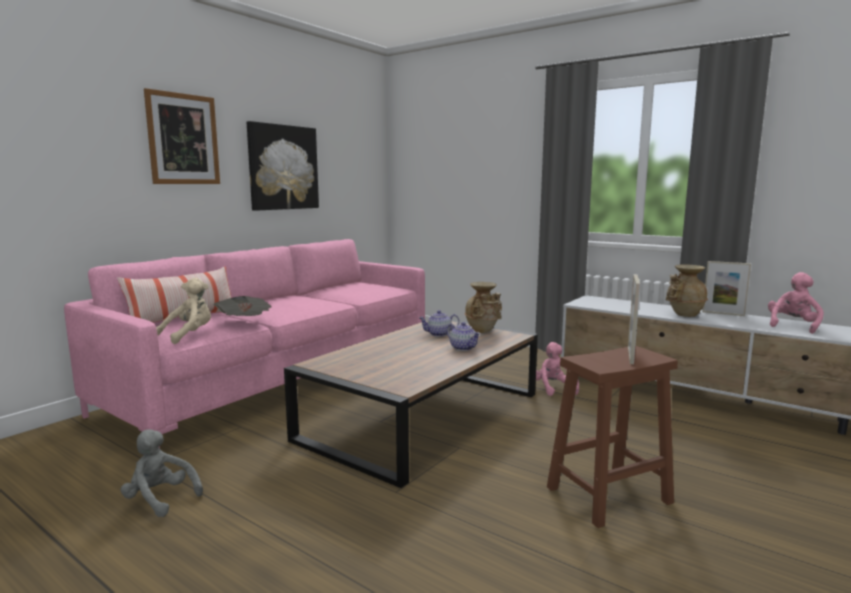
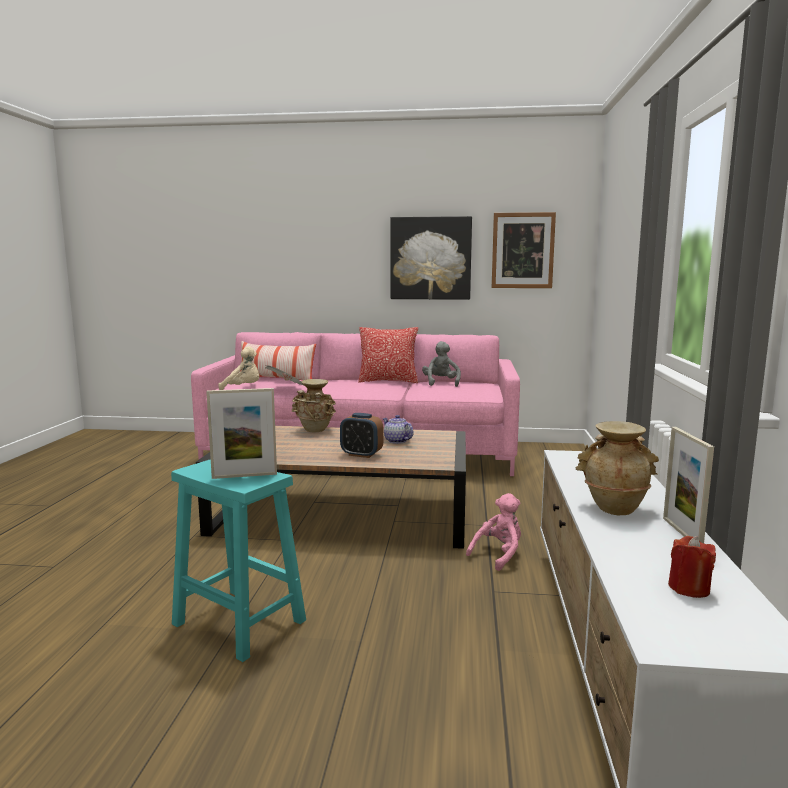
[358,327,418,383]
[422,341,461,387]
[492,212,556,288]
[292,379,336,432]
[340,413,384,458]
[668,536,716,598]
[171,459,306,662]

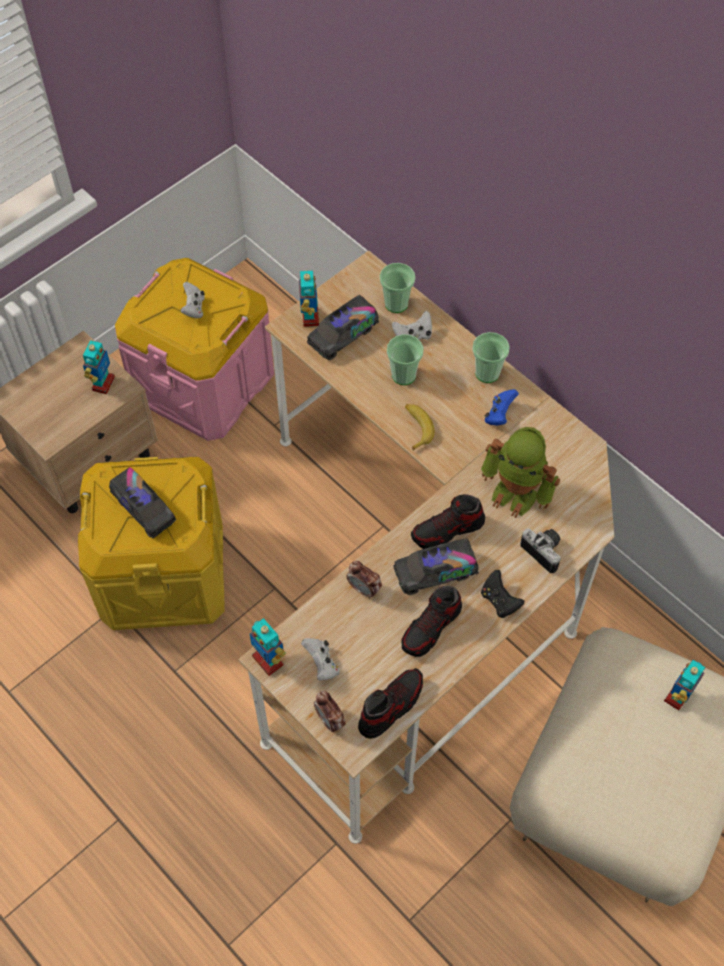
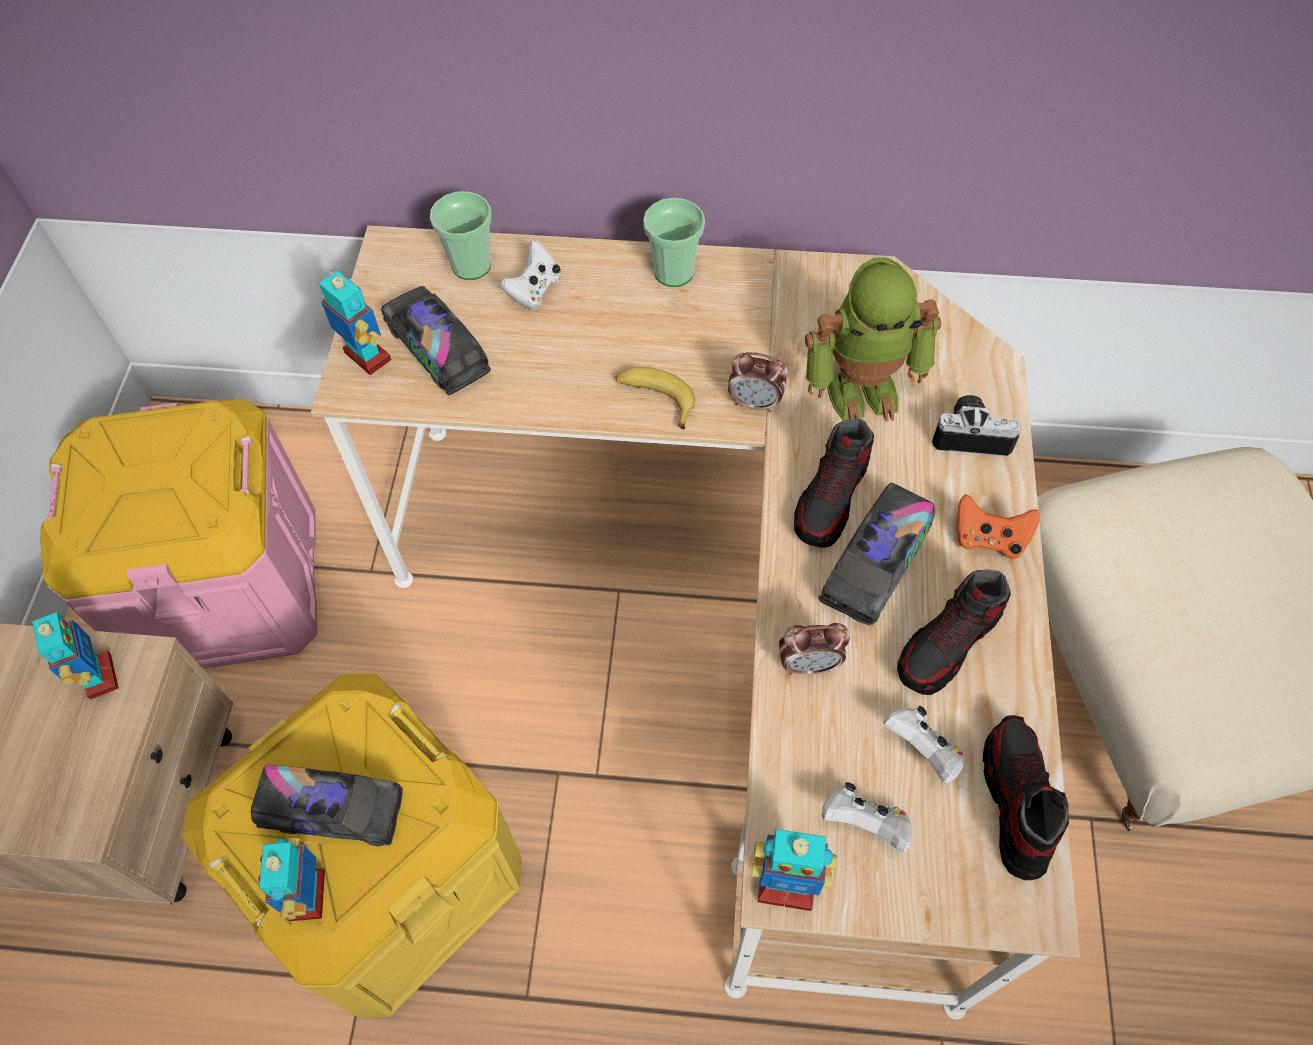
[387,334,424,385] (first image)
[485,389,519,426] (first image)
[883,706,965,784]
[728,352,788,413]
[258,838,325,921]
[956,494,1040,559]
[381,286,491,395]
[897,570,1011,695]

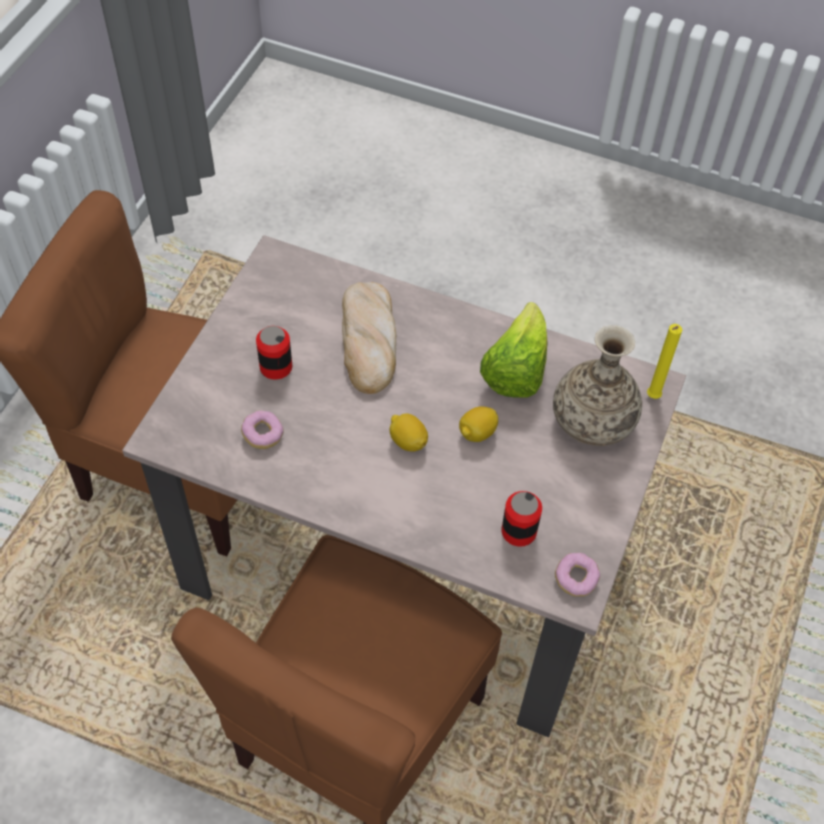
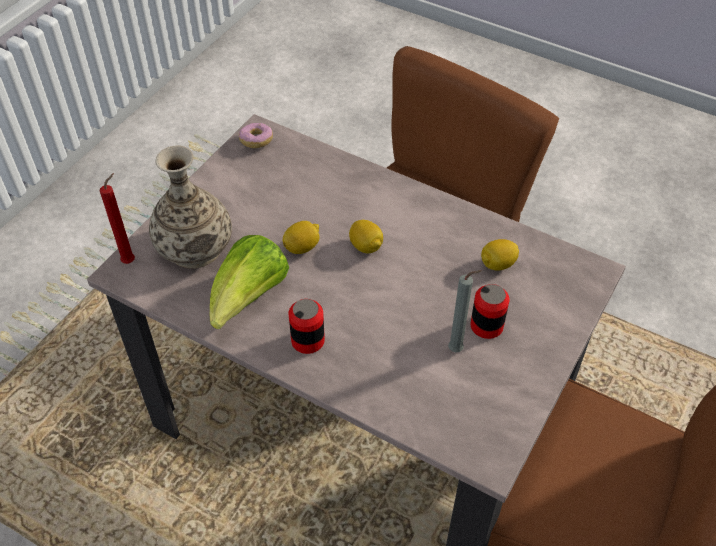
[342,282,396,394] (first image)
[448,270,482,352]
[289,299,325,354]
[481,239,519,271]
[100,173,135,264]

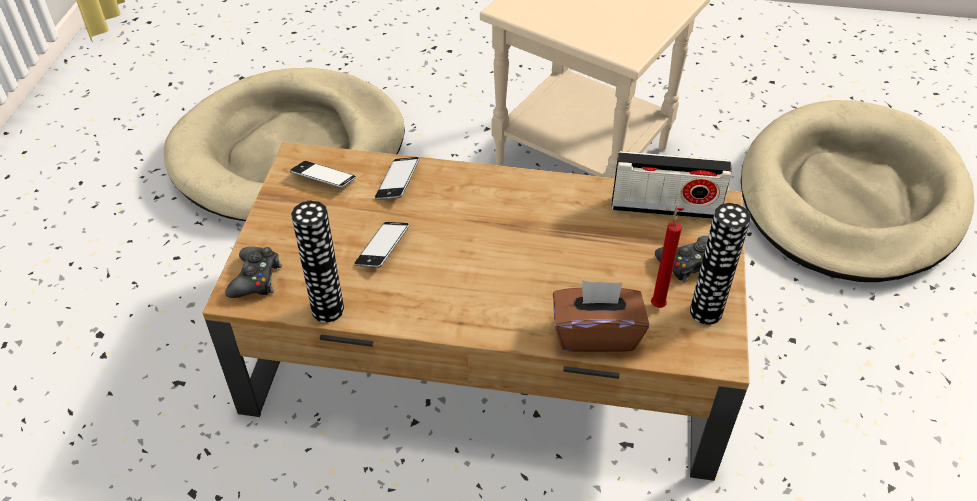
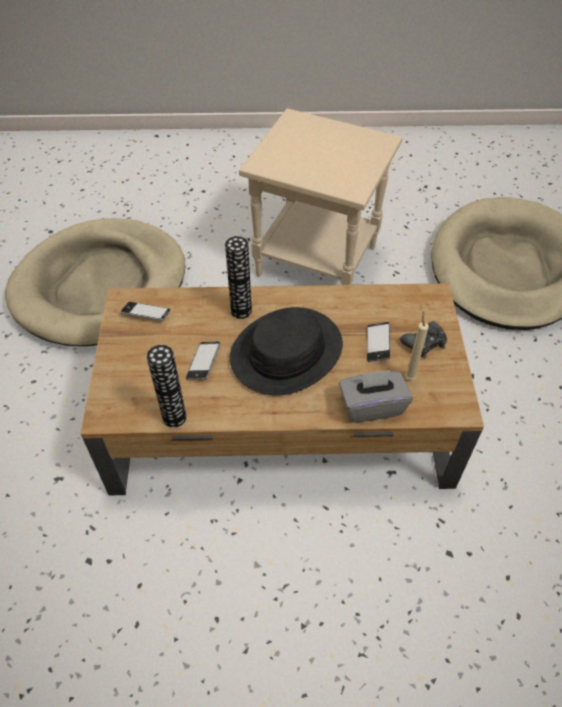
[225,247,282,298] (first image)
[612,151,732,219] (first image)
[230,307,343,395]
[367,322,391,362]
[225,236,252,319]
[339,370,413,423]
[405,311,429,380]

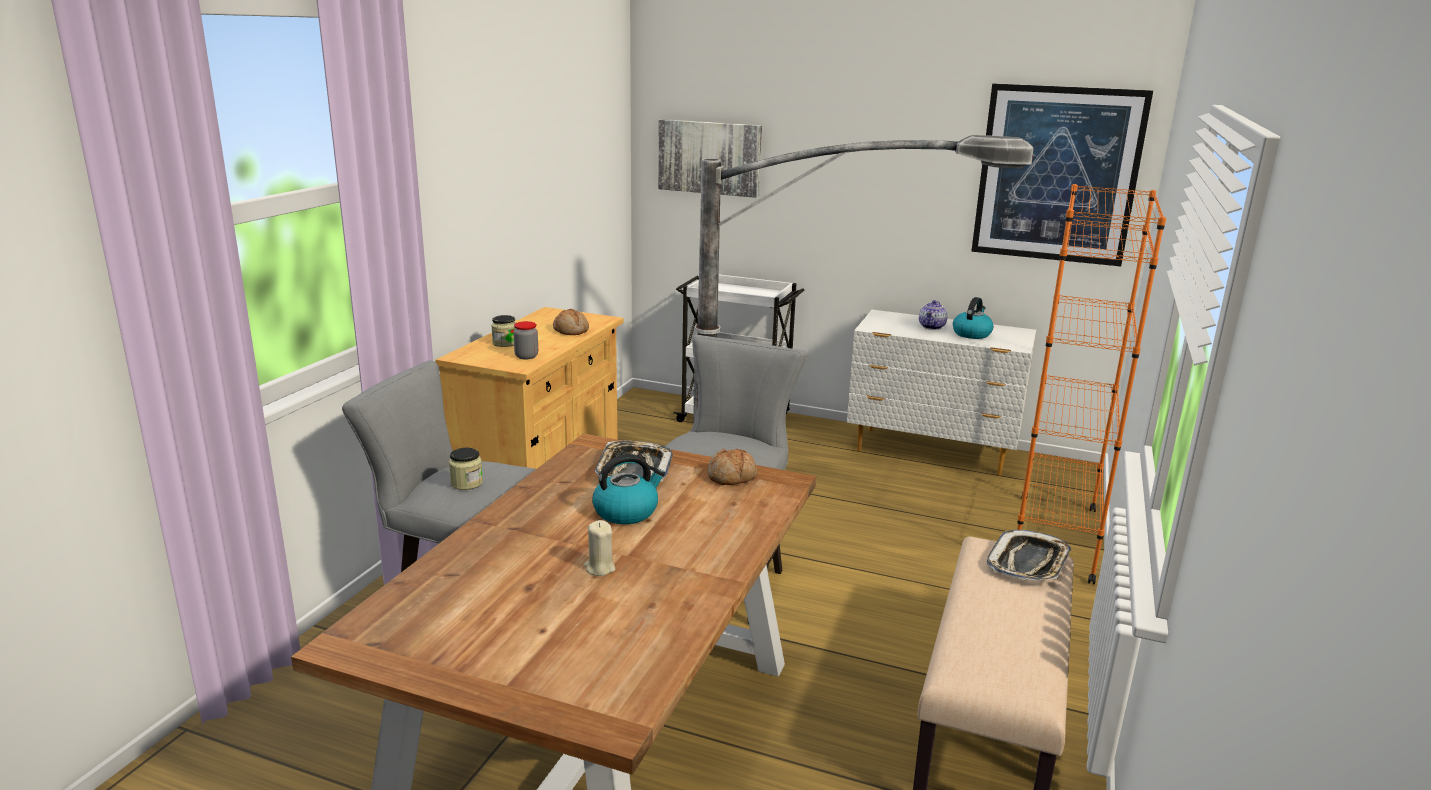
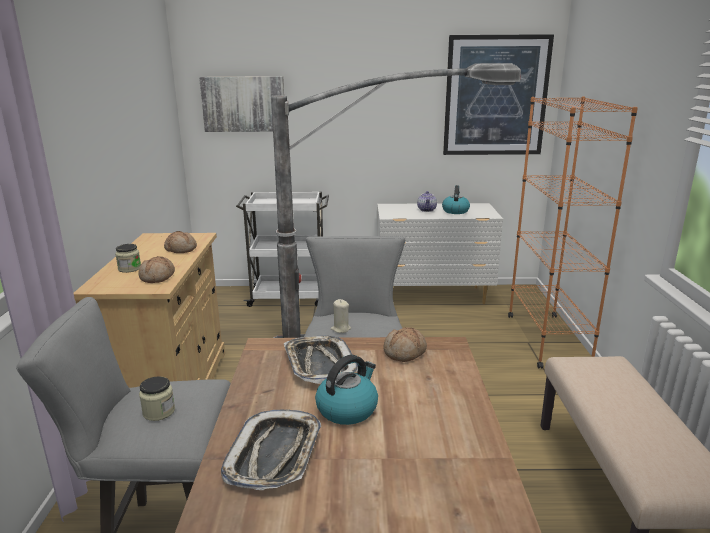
[331,299,351,333]
[221,409,321,490]
[138,256,175,283]

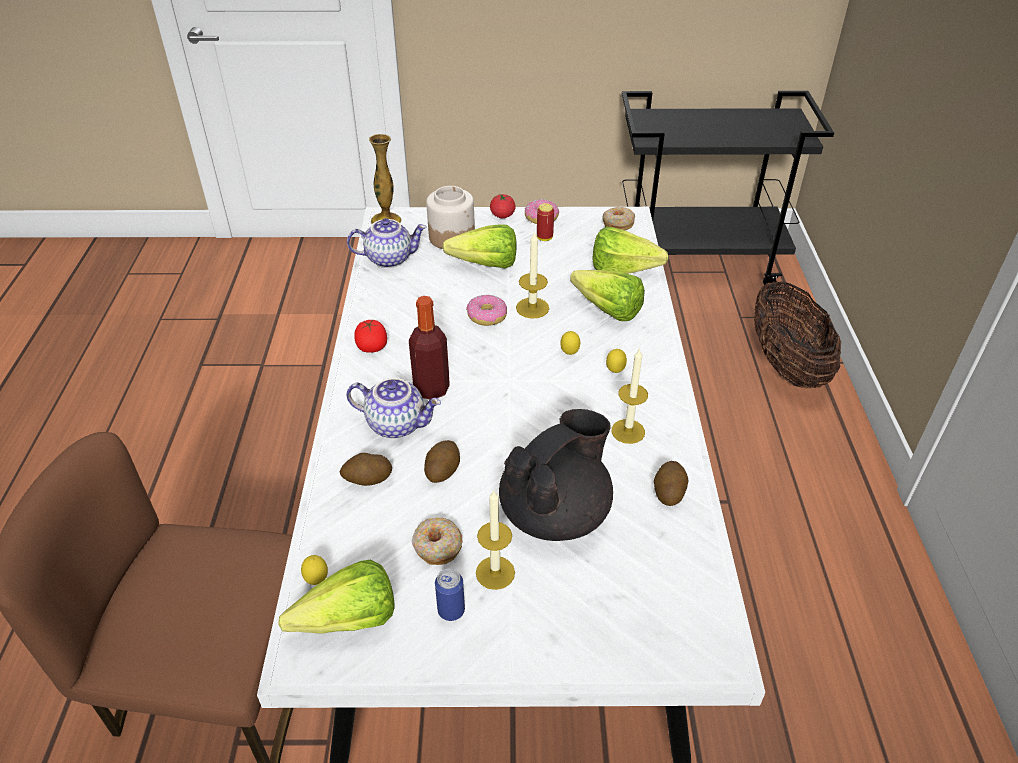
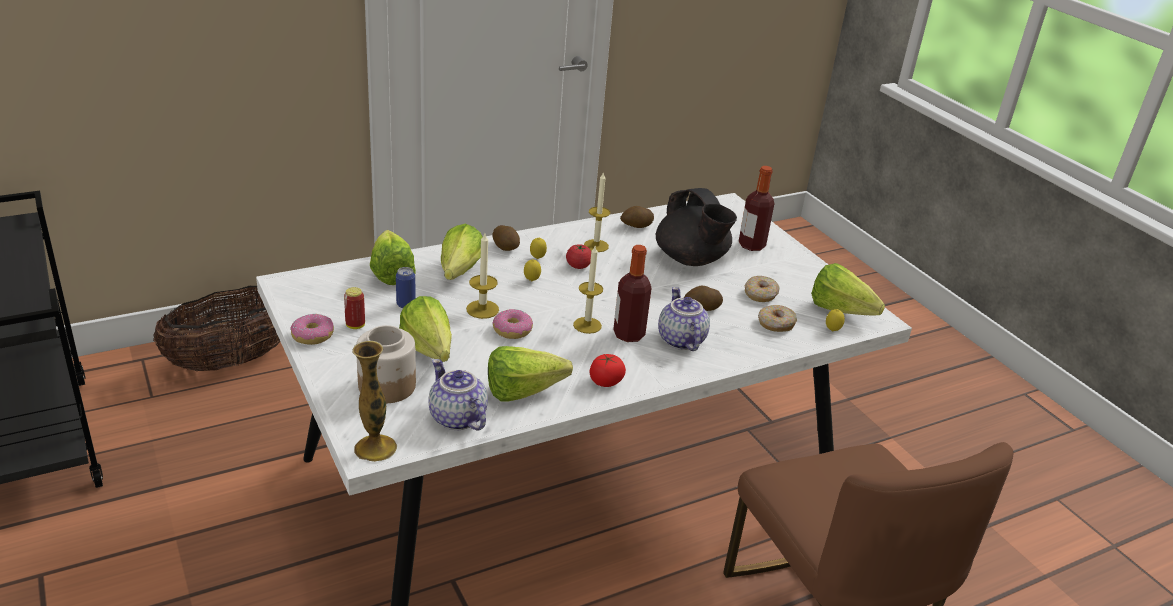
[488,346,573,402]
[739,166,774,251]
[492,225,520,251]
[396,267,416,308]
[573,246,603,334]
[566,244,591,269]
[758,305,797,332]
[656,188,737,266]

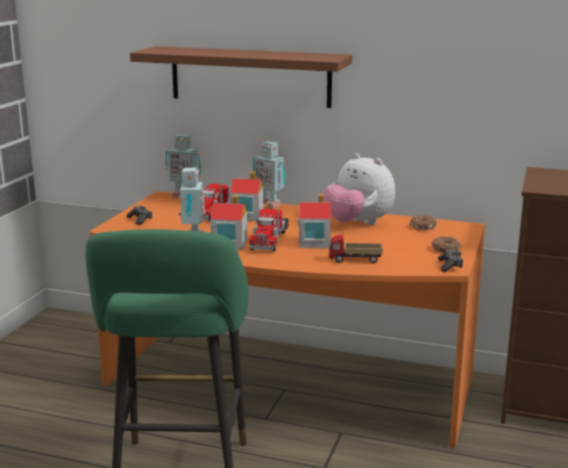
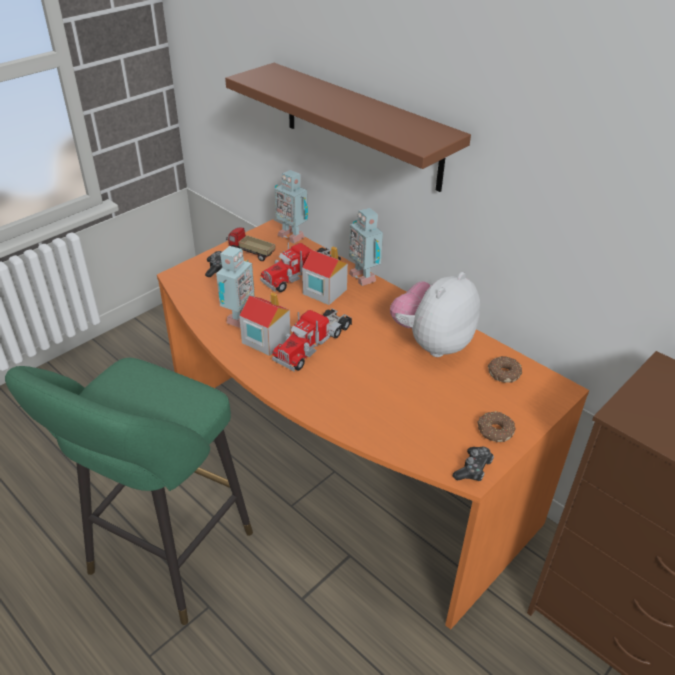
[298,194,331,249] (first image)
[226,228,275,261]
[390,272,480,357]

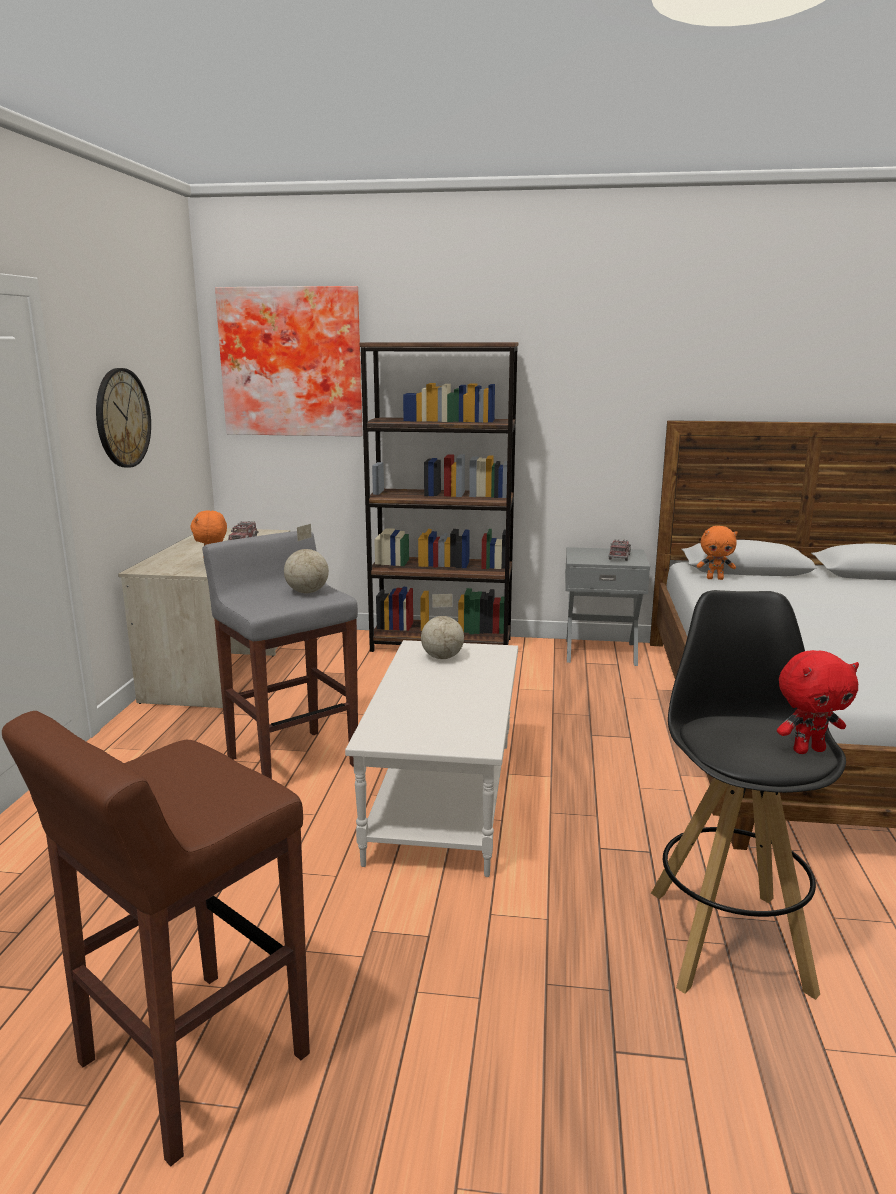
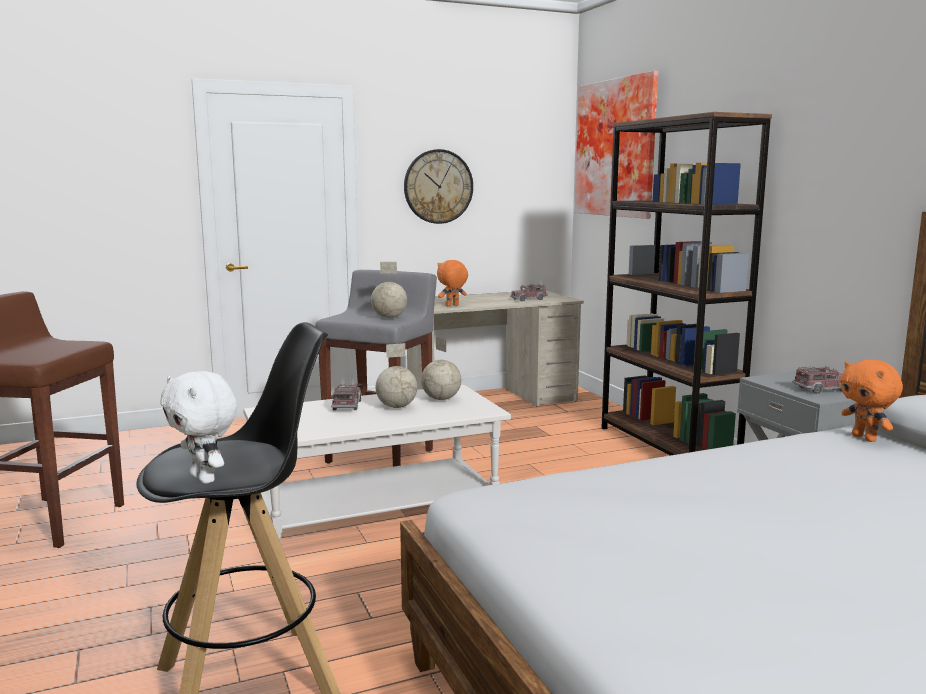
[331,383,362,410]
[376,343,417,408]
[160,371,237,484]

